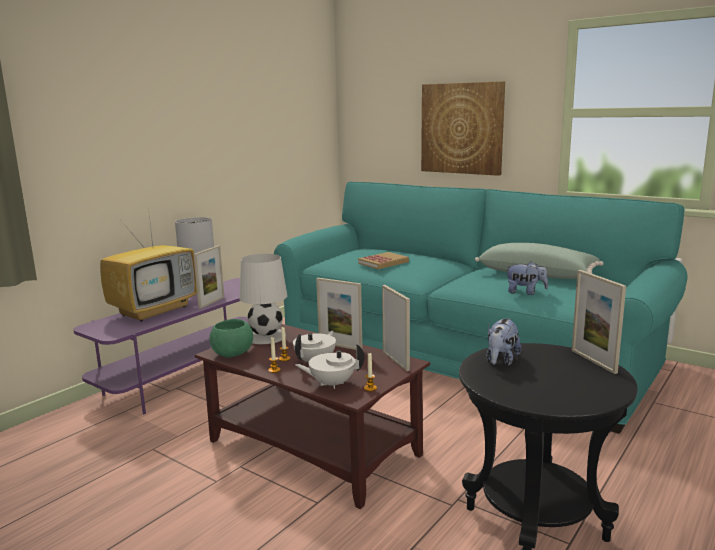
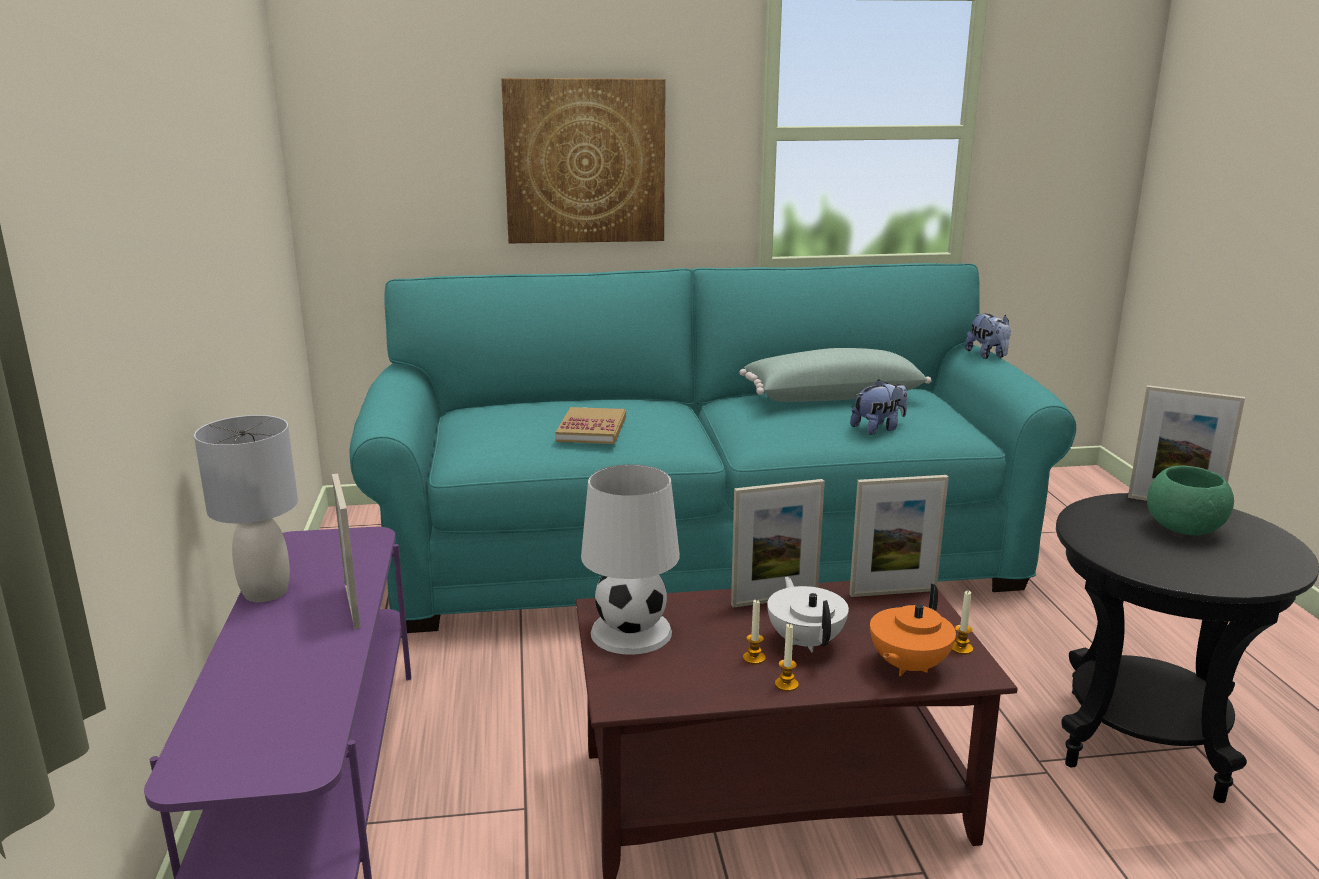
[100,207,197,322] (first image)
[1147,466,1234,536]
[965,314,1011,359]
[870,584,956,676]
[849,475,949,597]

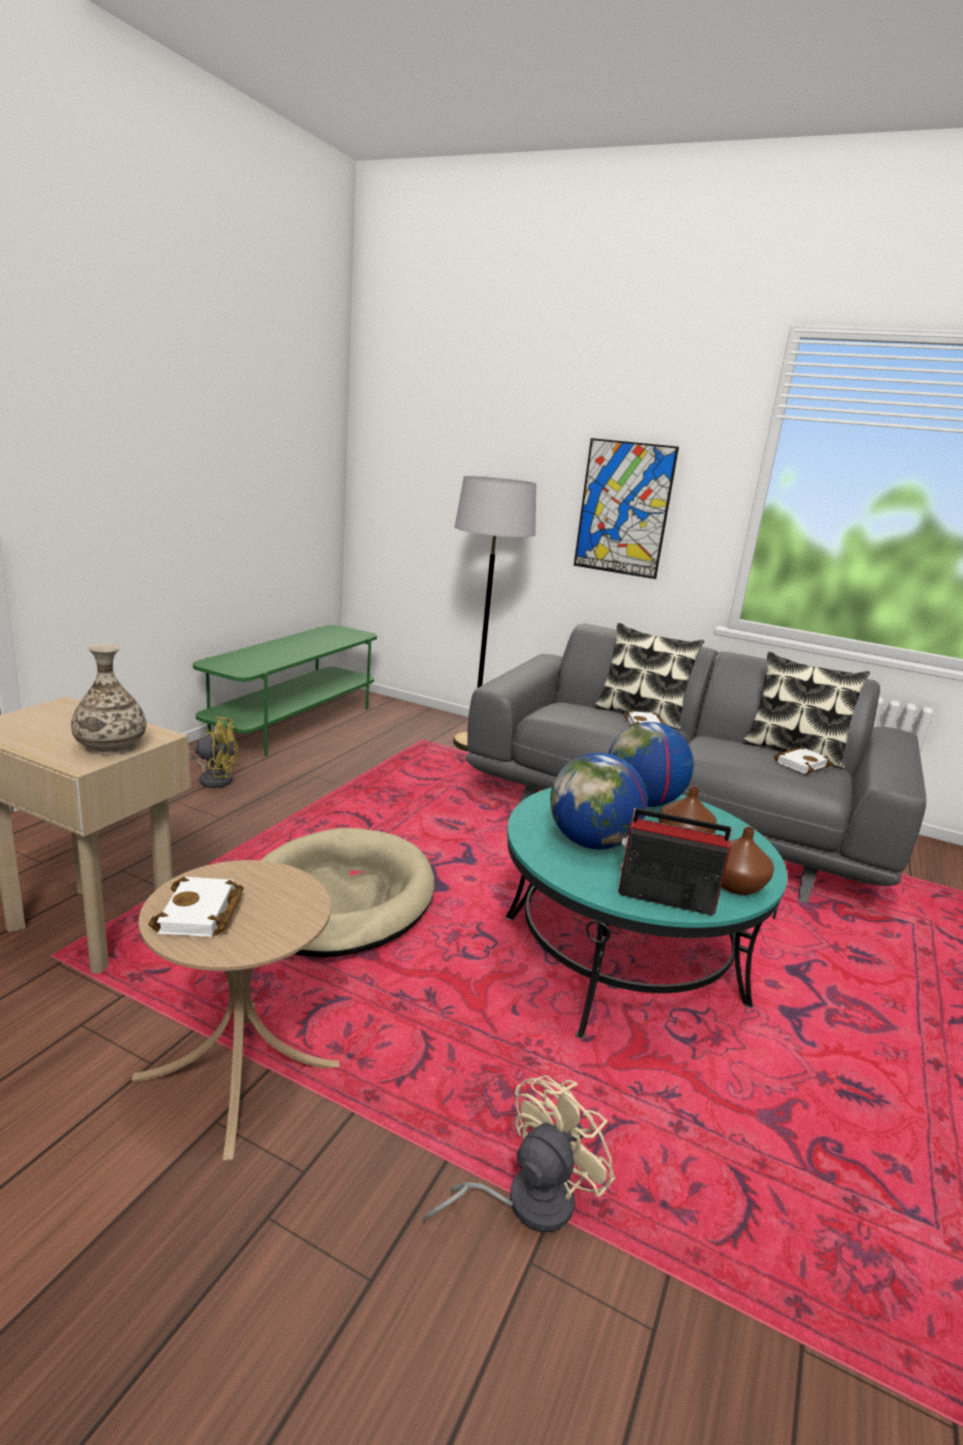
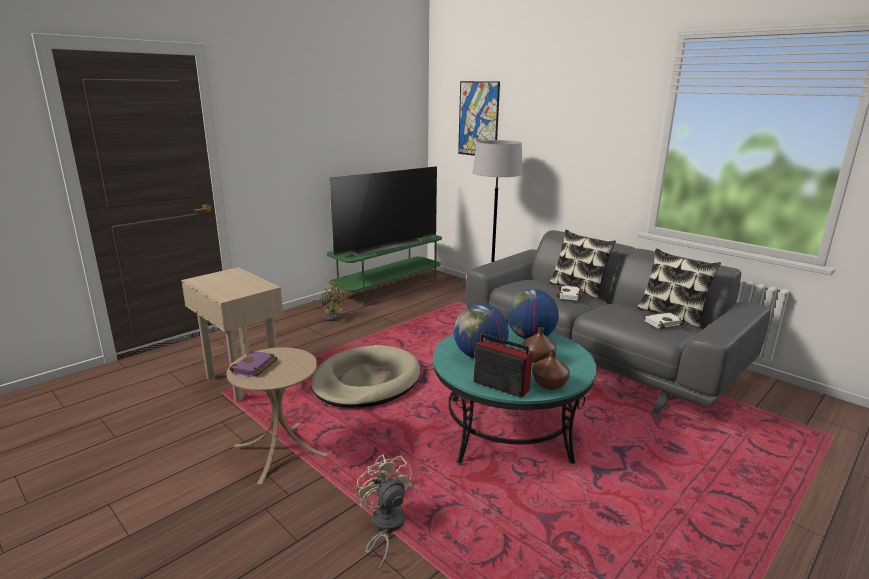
[71,643,146,755] (first image)
[330,166,437,256]
[458,81,500,156]
[229,351,278,377]
[355,454,413,571]

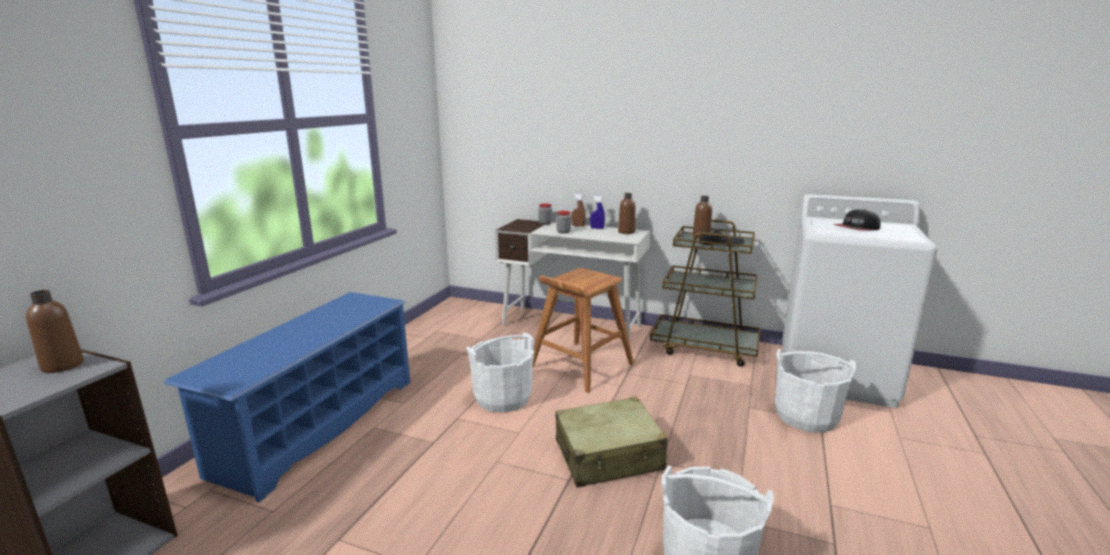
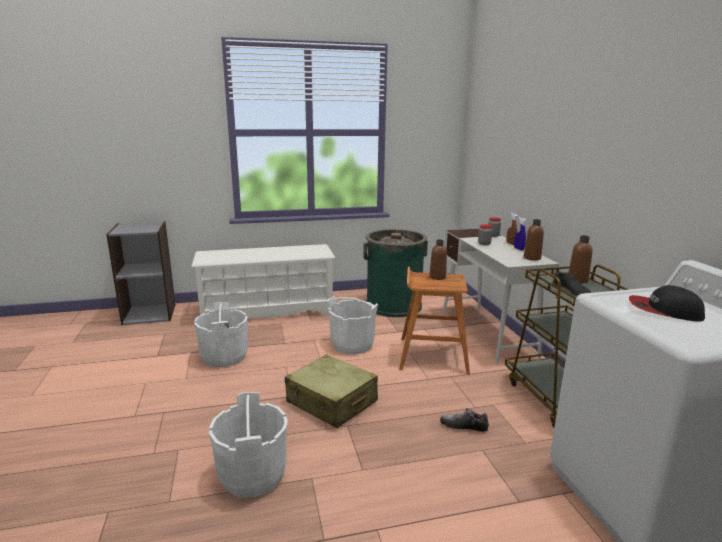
[363,229,428,317]
[440,408,489,432]
[429,239,447,280]
[194,302,248,367]
[191,244,336,318]

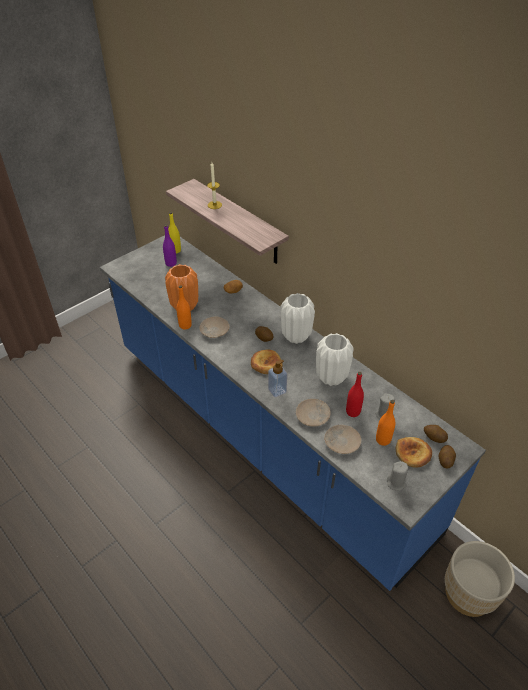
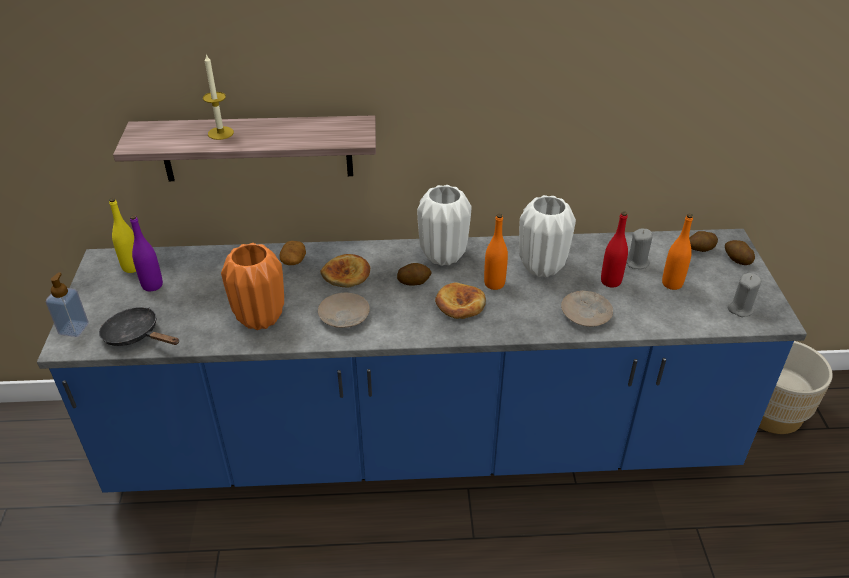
[324,425,361,454] (first image)
[99,307,179,346]
[484,214,508,290]
[46,272,89,337]
[321,254,370,288]

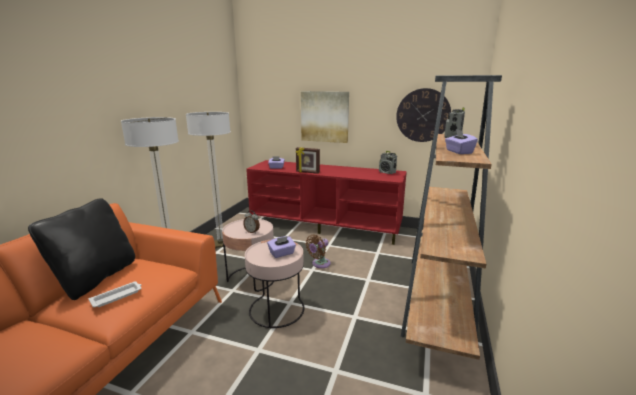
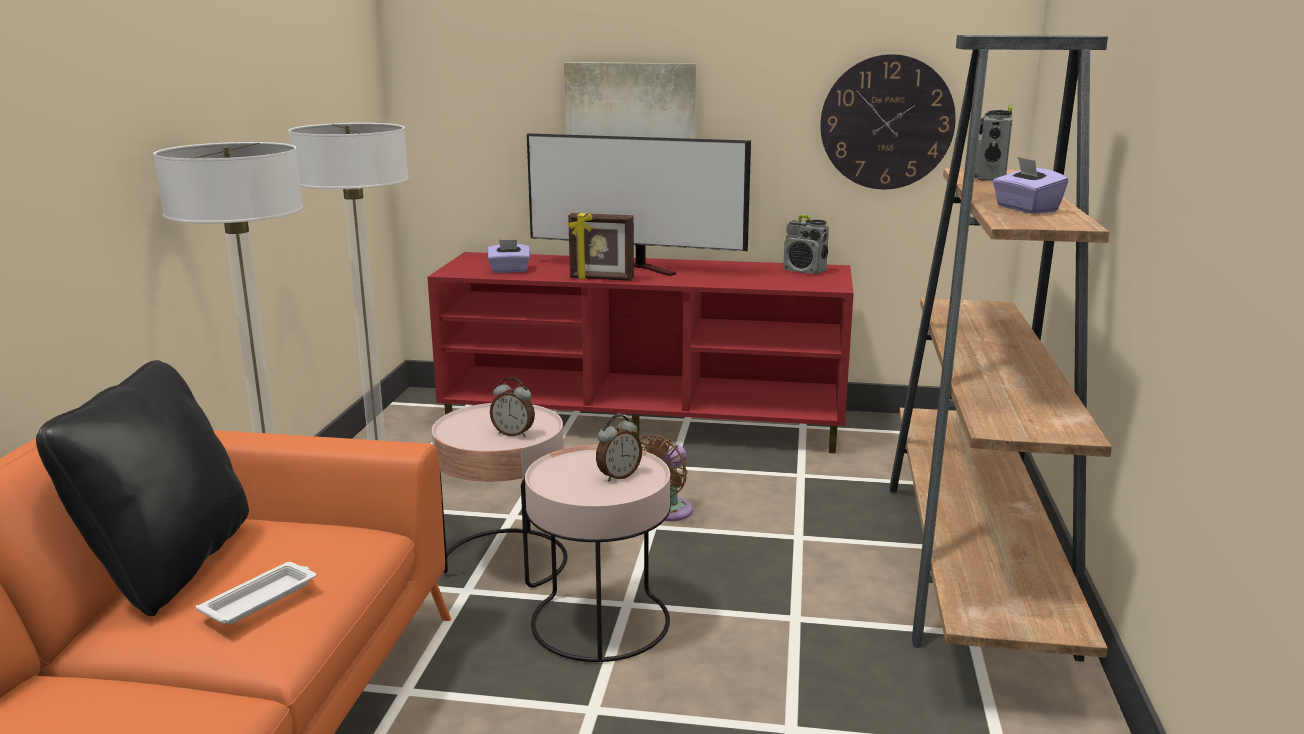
[527,133,751,276]
[596,415,642,482]

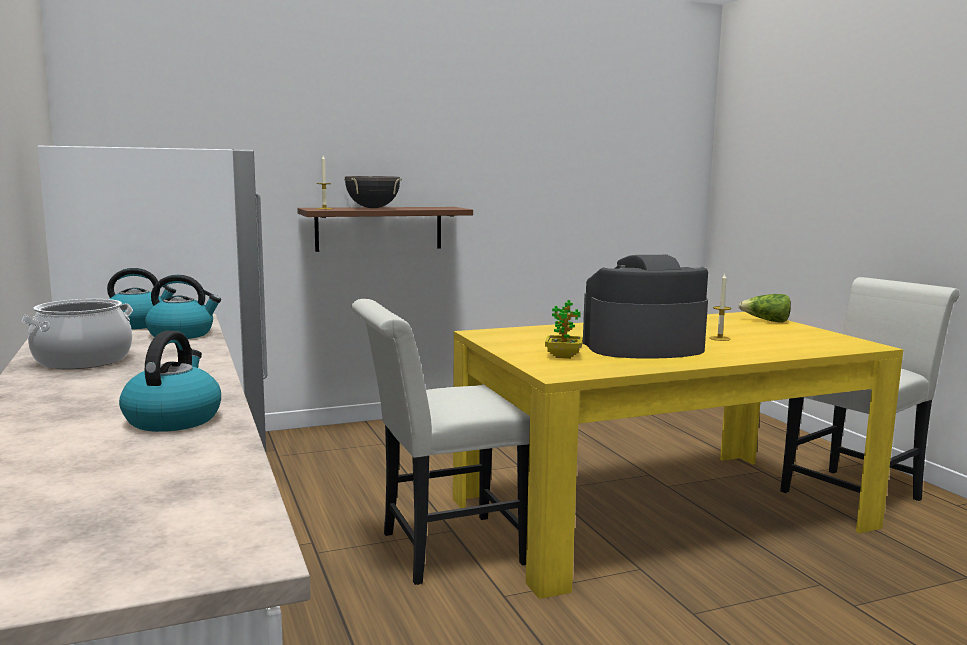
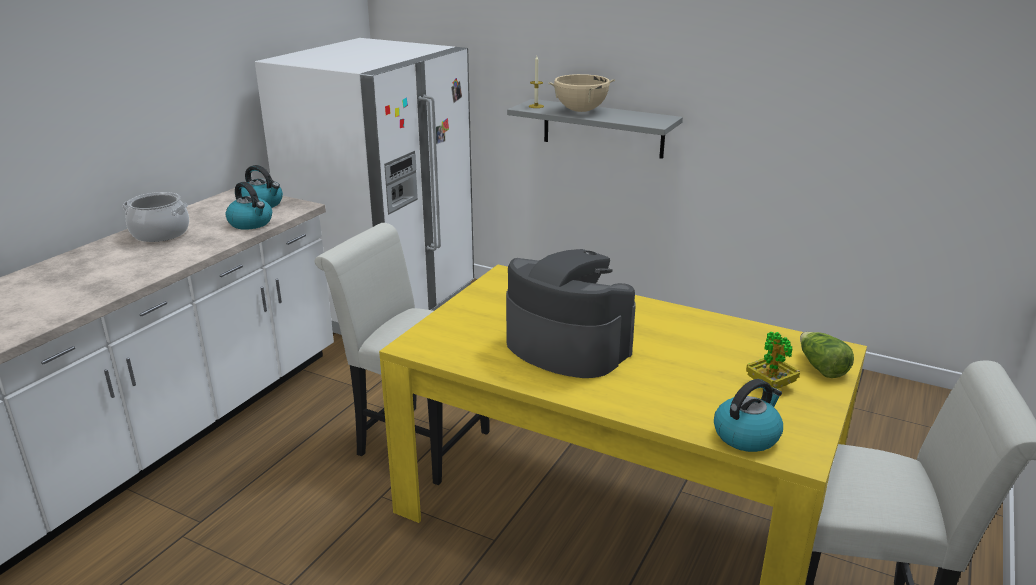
[709,274,731,341] (first image)
[714,379,783,452]
[746,332,800,389]
[507,99,683,159]
[548,74,615,112]

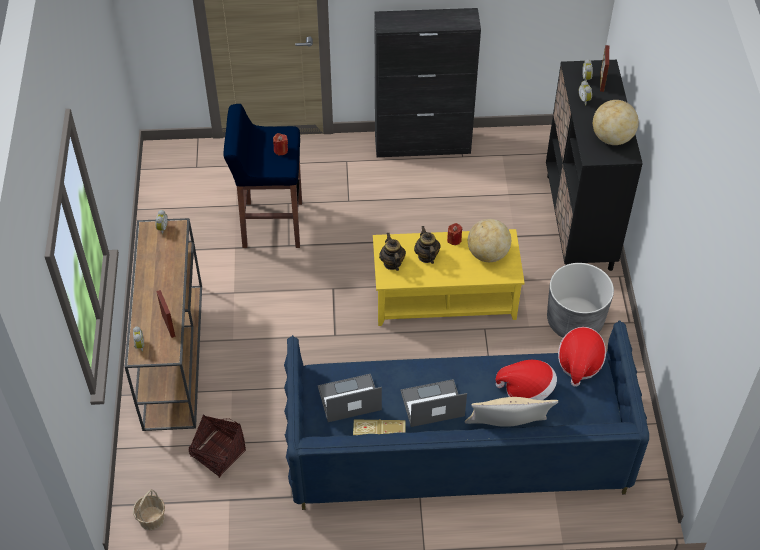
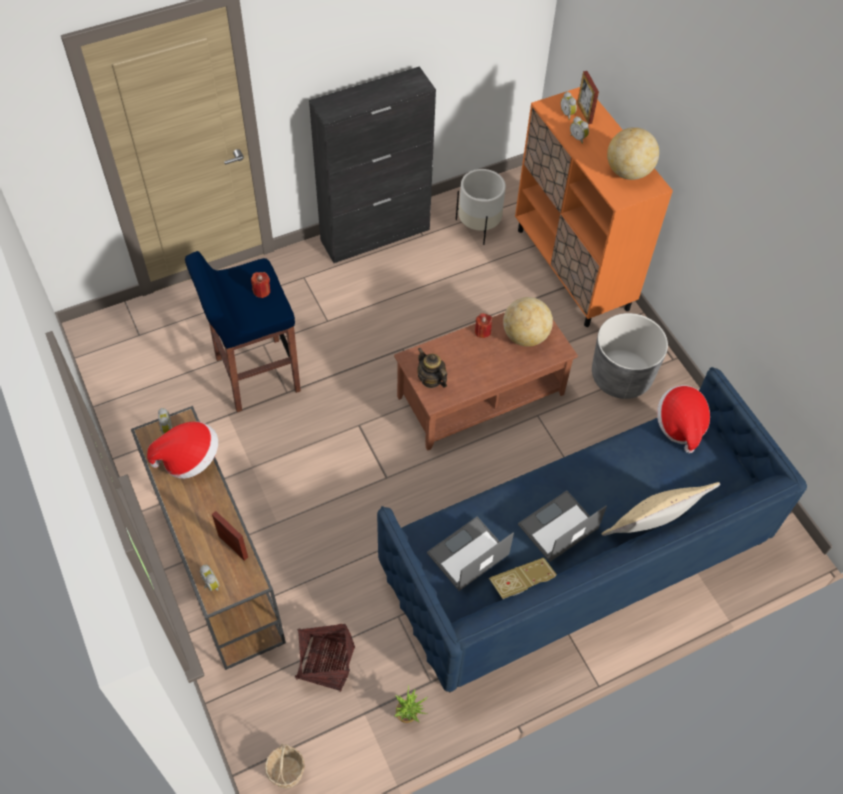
[414,226,440,264] (first image)
[394,685,427,723]
[456,169,506,245]
[147,422,218,479]
[394,313,578,451]
[515,87,673,327]

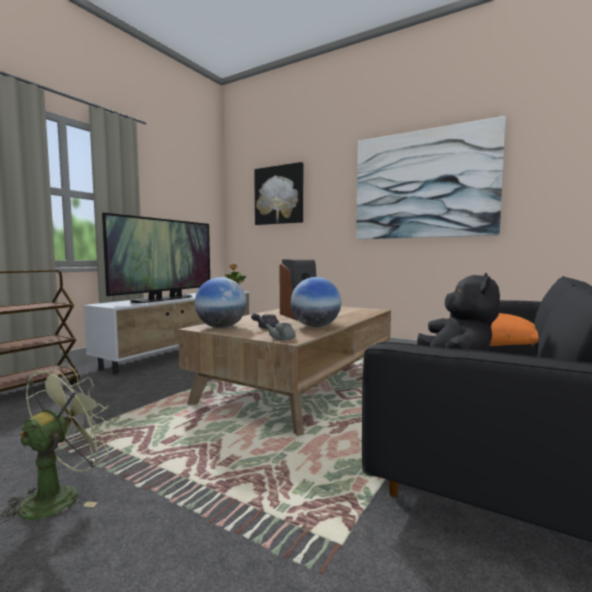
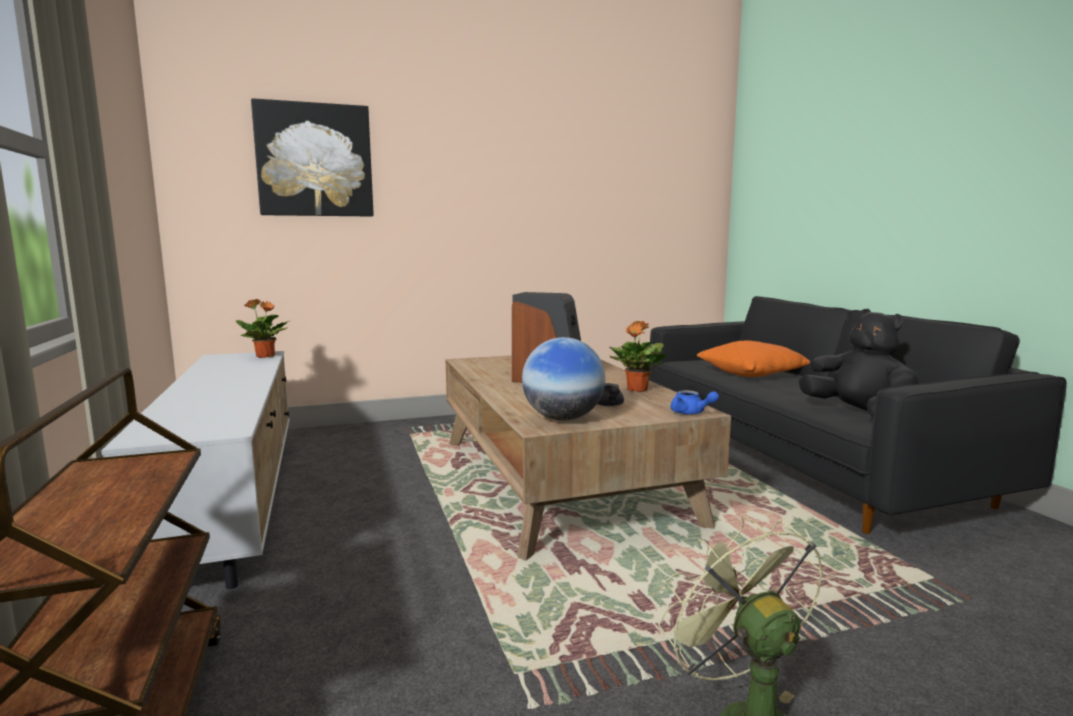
[102,212,210,303] (first image)
[356,116,506,239] (first image)
[609,321,666,392]
[671,390,719,415]

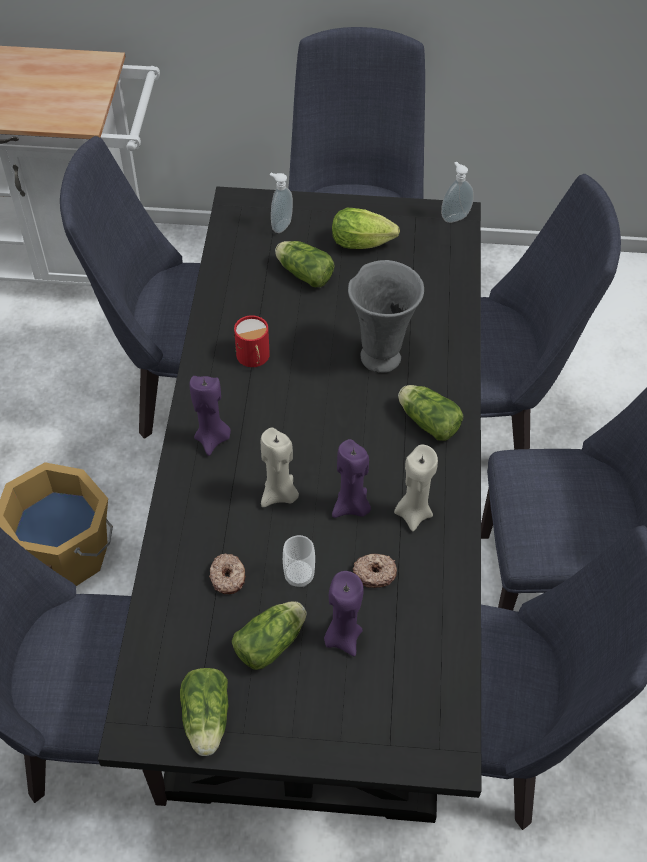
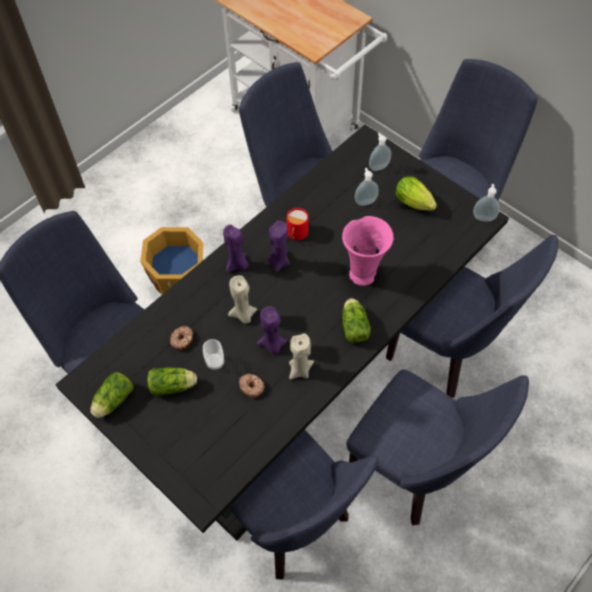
[268,221,290,272]
[355,168,379,206]
[342,216,394,286]

